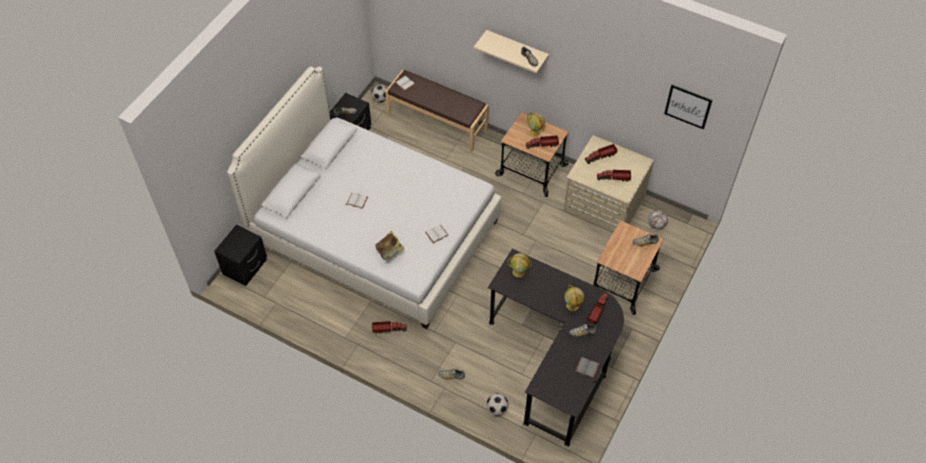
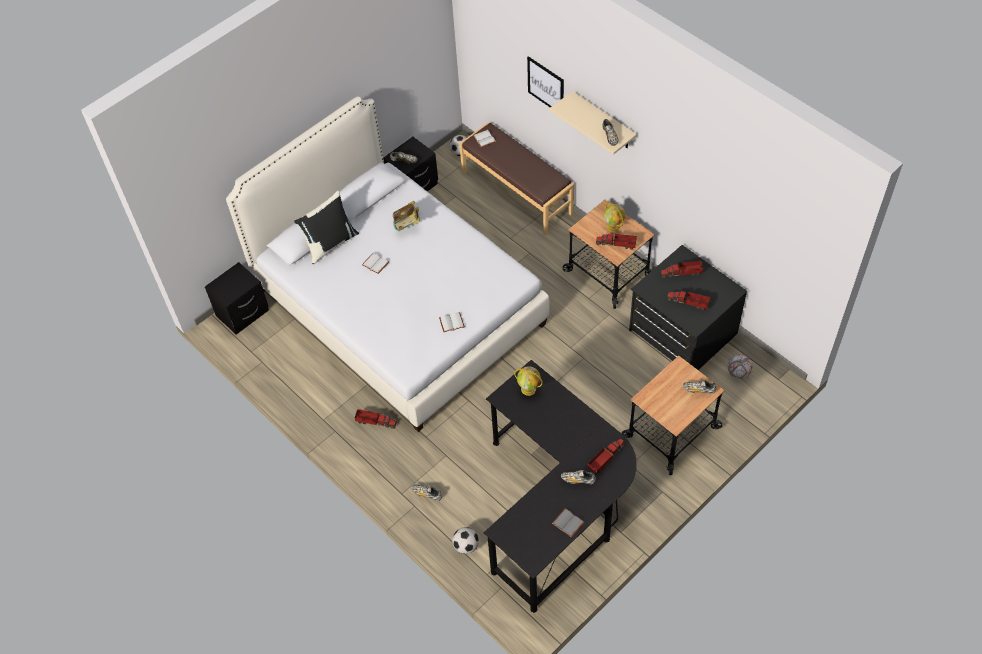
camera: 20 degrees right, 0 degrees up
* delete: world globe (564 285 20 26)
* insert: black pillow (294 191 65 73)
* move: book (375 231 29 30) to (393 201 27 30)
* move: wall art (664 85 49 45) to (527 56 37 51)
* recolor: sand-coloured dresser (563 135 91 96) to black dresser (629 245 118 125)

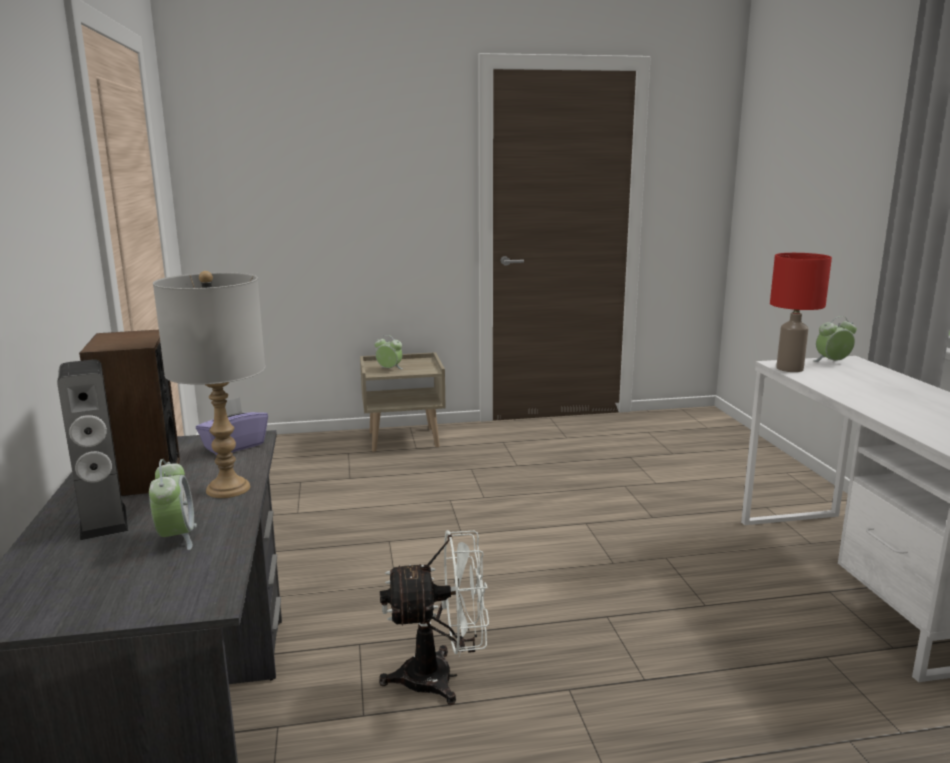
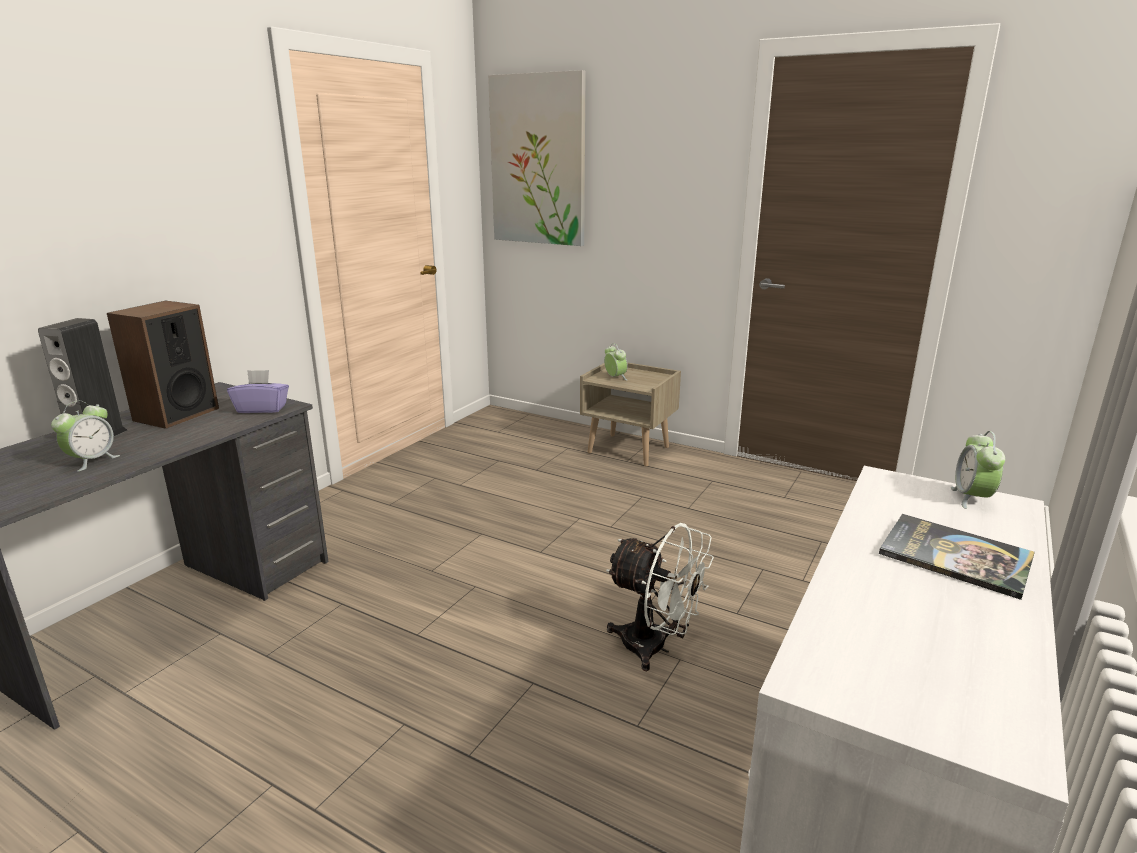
camera: 40 degrees right, 5 degrees up
* delete: greyish lamp for a table (153 271 112 227)
* delete: reddish lamp for a table (770 253 62 119)
* insert: wall art (488 70 98 176)
* insert: book (879 514 156 86)
* move: white electric fan (379 530 110 175) to (606 523 108 148)
* rotate: alarm clock (813 316 44 46) = (951 431 54 78) 105 degrees counterclockwise

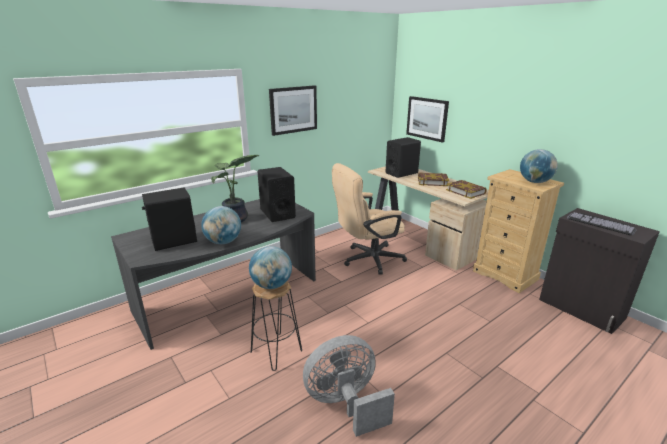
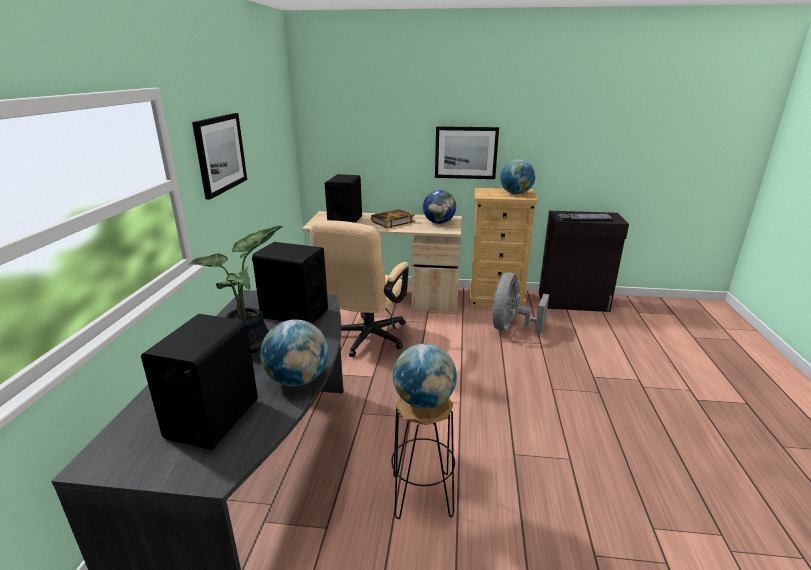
camera: 45 degrees left, 0 degrees up
* move: greyish electric fan (303 335 92 102) to (491 272 58 62)
* move: wall art (406 96 43 47) to (435 126 64 53)
* replace: book (446 180 41 19) to world globe (423 190 33 34)

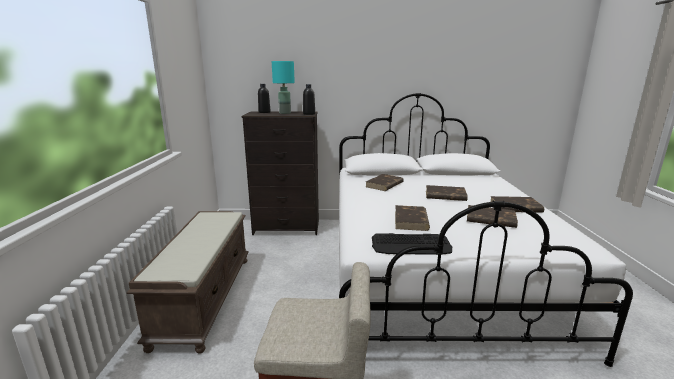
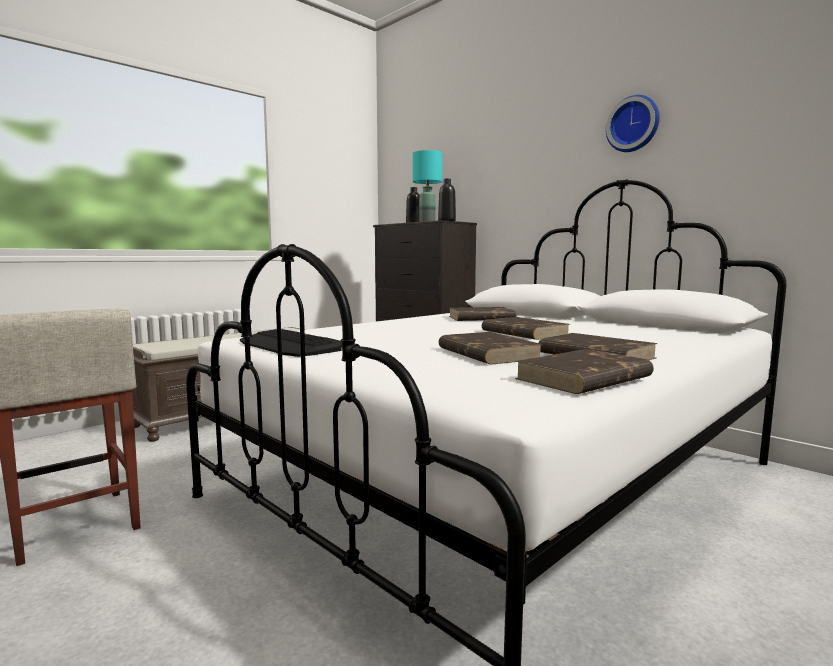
camera: 45 degrees right, 10 degrees down
* insert: wall clock (606 95 54 57)
* move: brown book (395 205 35 26) to (515 349 139 45)

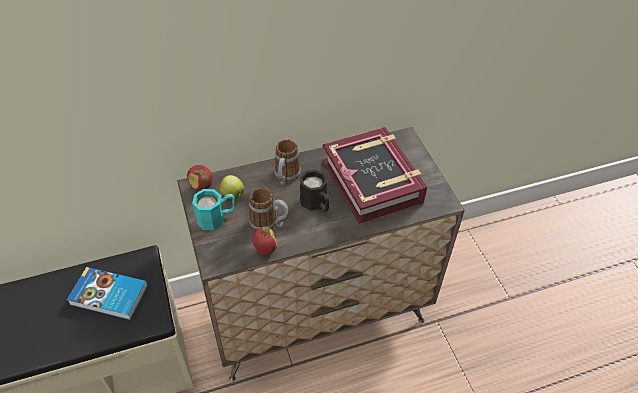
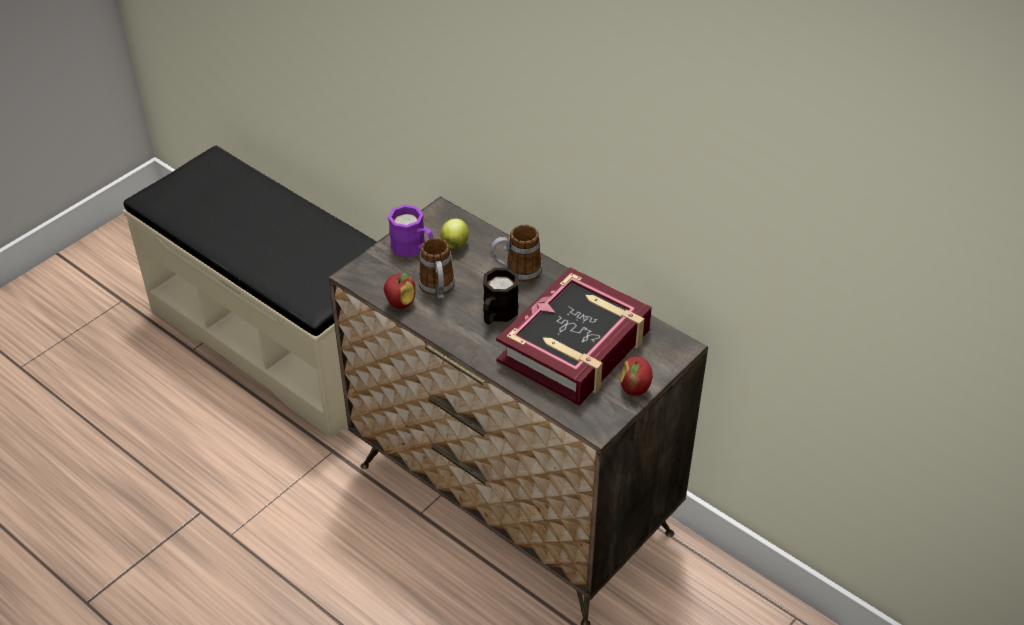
camera: 60 degrees right, 5 degrees down
* delete: book (67 267 81 53)
* move: apple (187 165 26 26) to (620 357 33 38)
* recolor: blue-green tea mug (192 189 43 41) to purple tea mug (388 204 45 53)

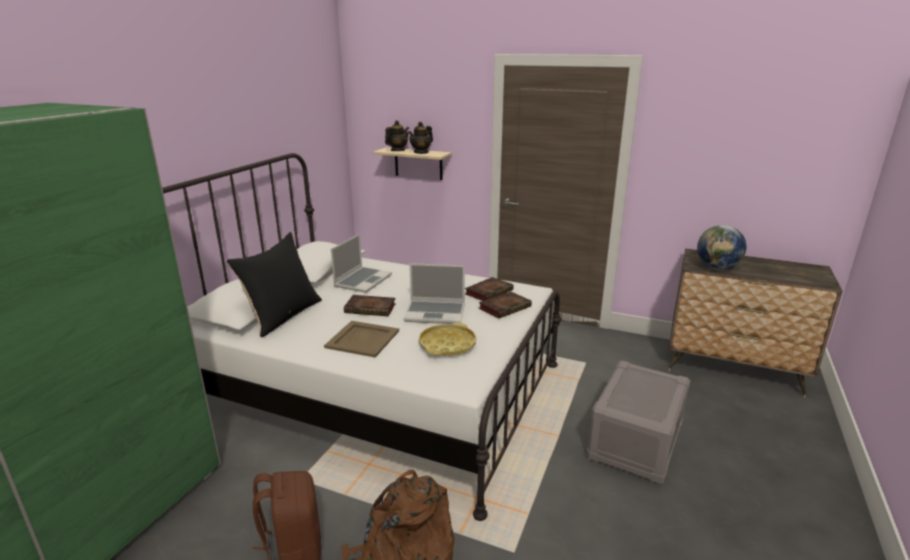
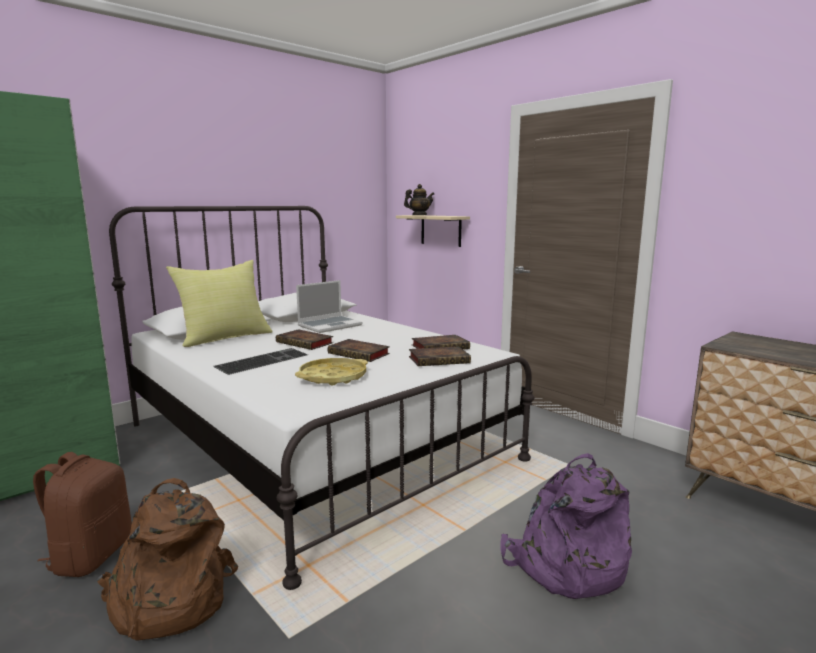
camera: 25 degrees right, 10 degrees down
* delete: teapot (408 122 25 32)
* delete: world globe (697 225 49 45)
* replace: sand-coloured tray (324 321 75 37) to computer keyboard (213 348 95 27)
* replace: notebook computer (403 263 62 61) to book (328 339 62 23)
* replace: greyish storage box (586 360 104 124) to purple backpack (500 453 132 146)
* recolor: black pillow (226 232 96 105) to yellow-coloured pillow (166 260 107 87)

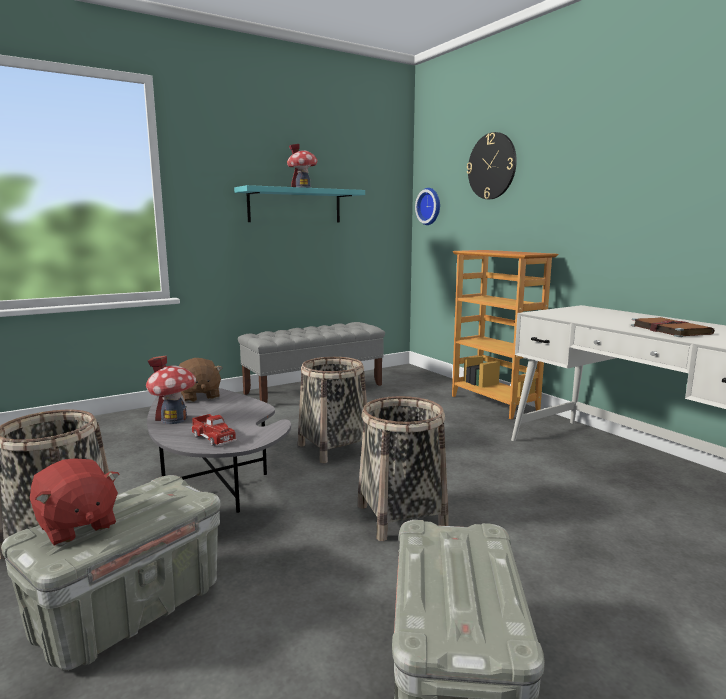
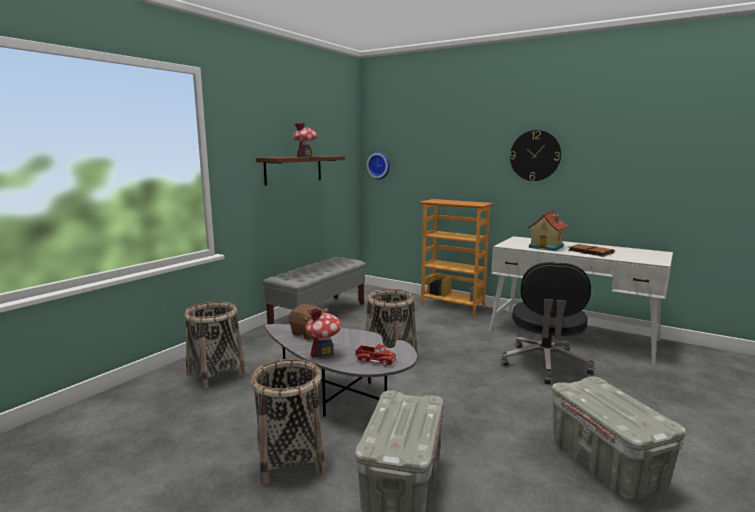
camera: 25 degrees left, 0 degrees up
* delete: reddish plush toy (30 458 89 87)
* insert: black desk chair (501 262 94 123)
* insert: model house (527 211 41 40)
* move: household basket (358 396 91 145) to (184 301 62 88)
* move: wall clock (467 132 50 67) to (510 130 51 51)
* recolor: blue-green wall shelf (234 185 131 37) to brown wall shelf (256 156 89 30)

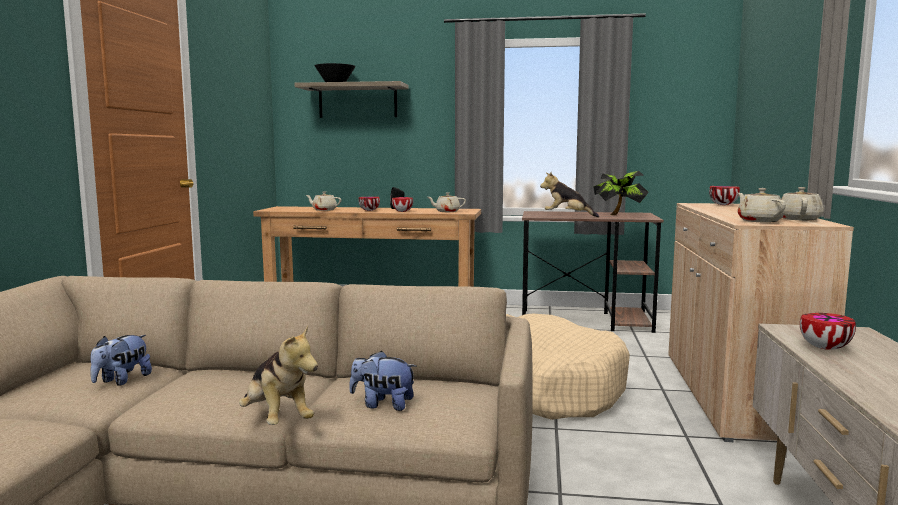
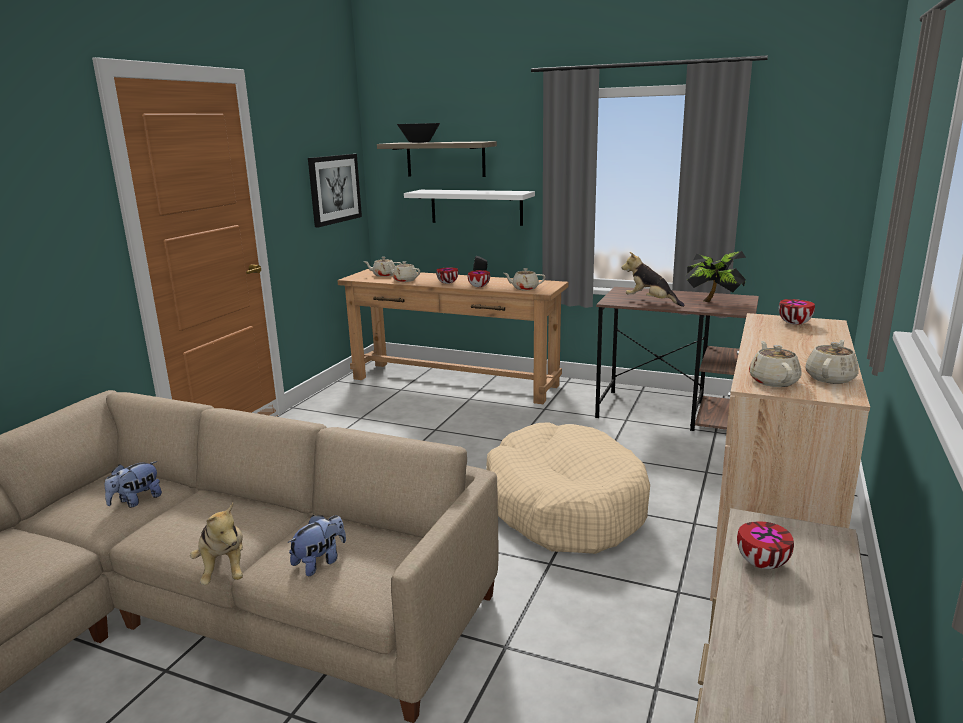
camera: 15 degrees right, 10 degrees up
* insert: wall art (308 154 54 73)
* insert: sand-coloured teapot (363 257 39 20)
* insert: white wall shelf (404 190 131 36)
* rotate: plush toy (349 351 68 60) = (288 515 58 61) 105 degrees clockwise

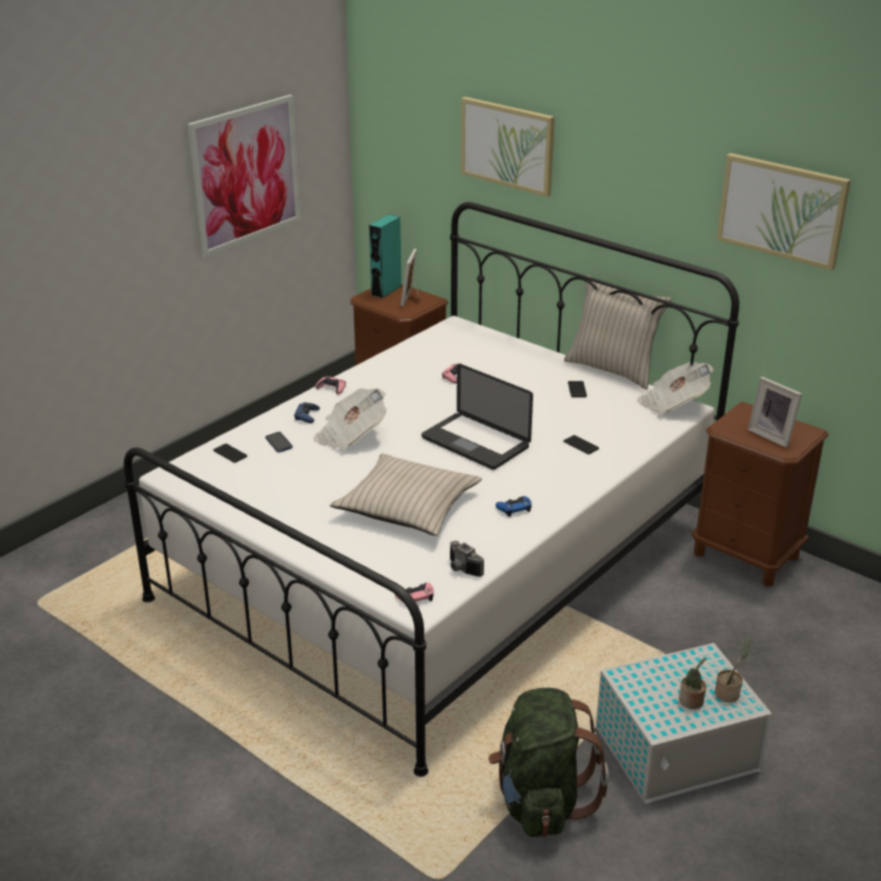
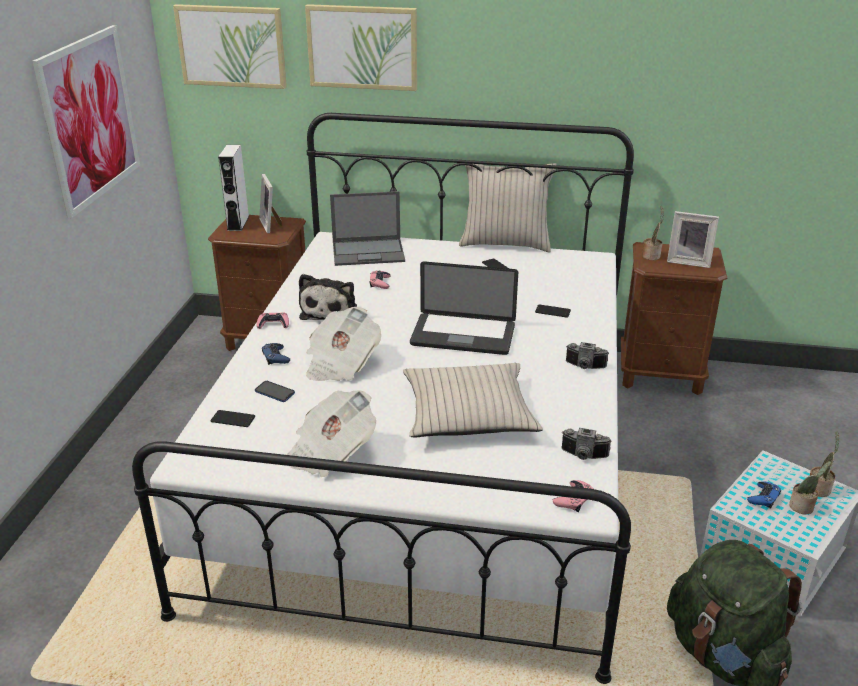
camera: 30 degrees left, 0 degrees up
* insert: plush toy (299 274 58 46)
* insert: notebook computer (330 191 75 75)
* insert: still camera (566 342 43 27)
* insert: potted plant (642 205 22 55)
* move: blue-coloured game controller (496 496 36 21) to (747 481 34 28)
* move: newspaper (637 361 77 54) to (287 390 89 87)
* move: wall art (717 153 134 118) to (173 4 114 85)
* recolor: blue-green audio speaker (369 214 33 85) to white audio speaker (218 145 31 86)

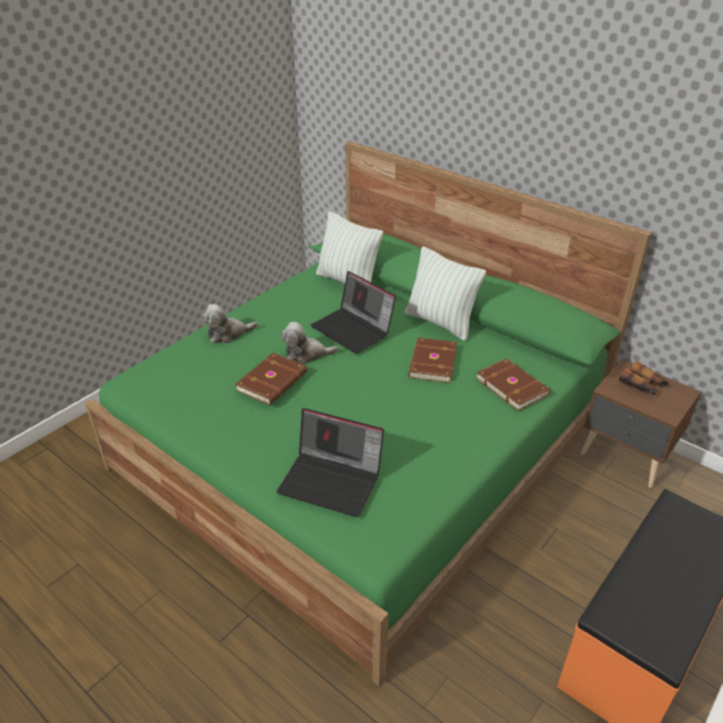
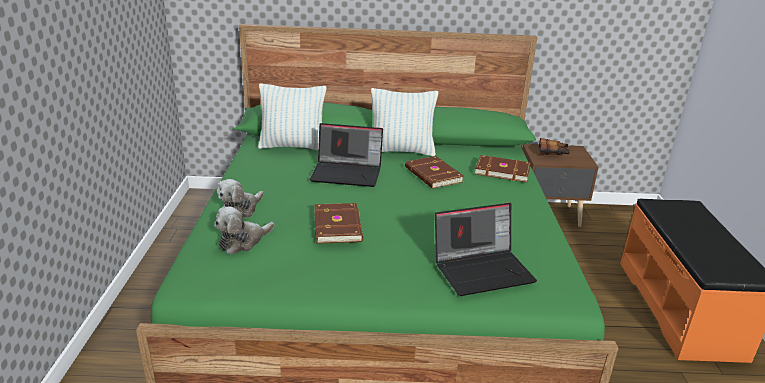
camera: 40 degrees left, 10 degrees down
* move: plush toy (281 322 57 43) to (214 207 61 47)

